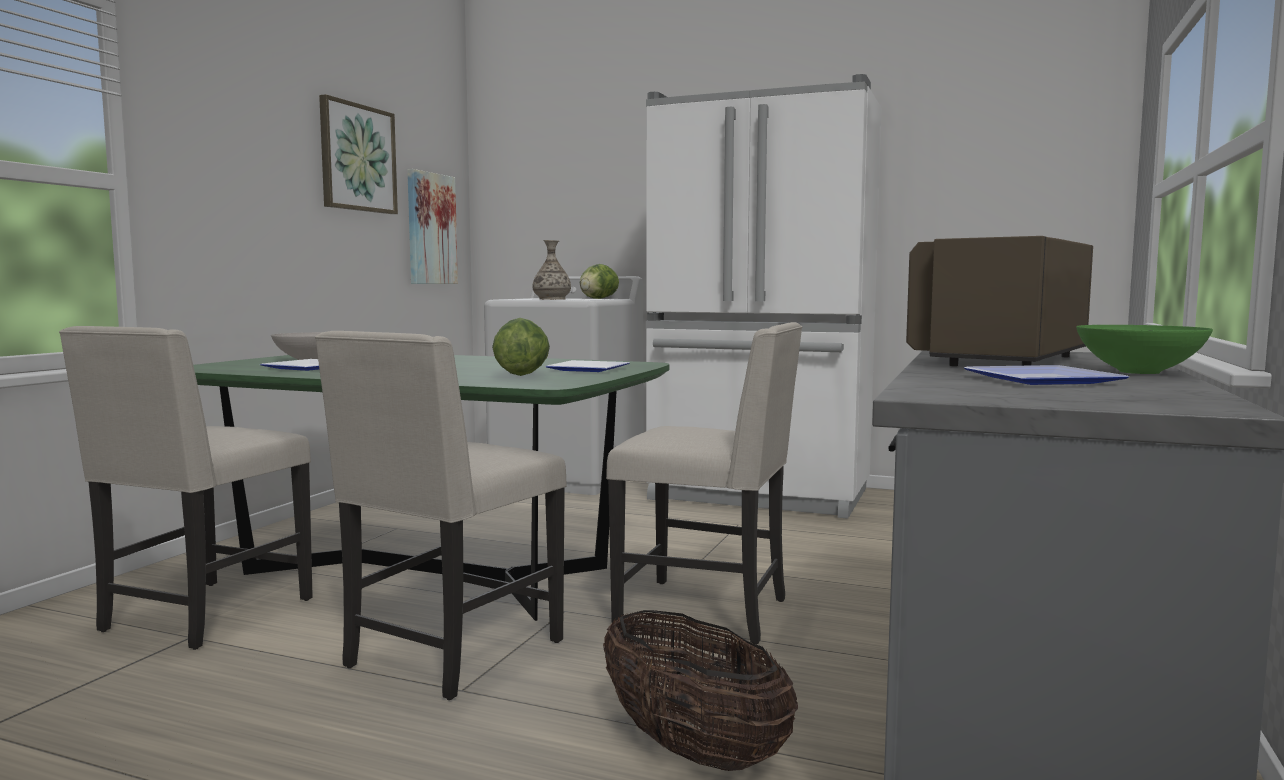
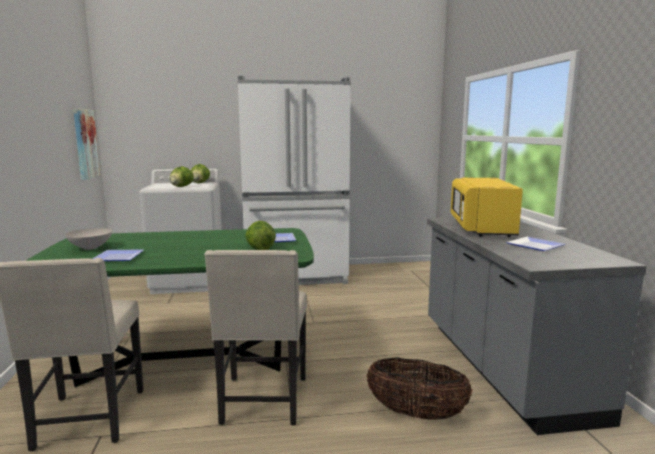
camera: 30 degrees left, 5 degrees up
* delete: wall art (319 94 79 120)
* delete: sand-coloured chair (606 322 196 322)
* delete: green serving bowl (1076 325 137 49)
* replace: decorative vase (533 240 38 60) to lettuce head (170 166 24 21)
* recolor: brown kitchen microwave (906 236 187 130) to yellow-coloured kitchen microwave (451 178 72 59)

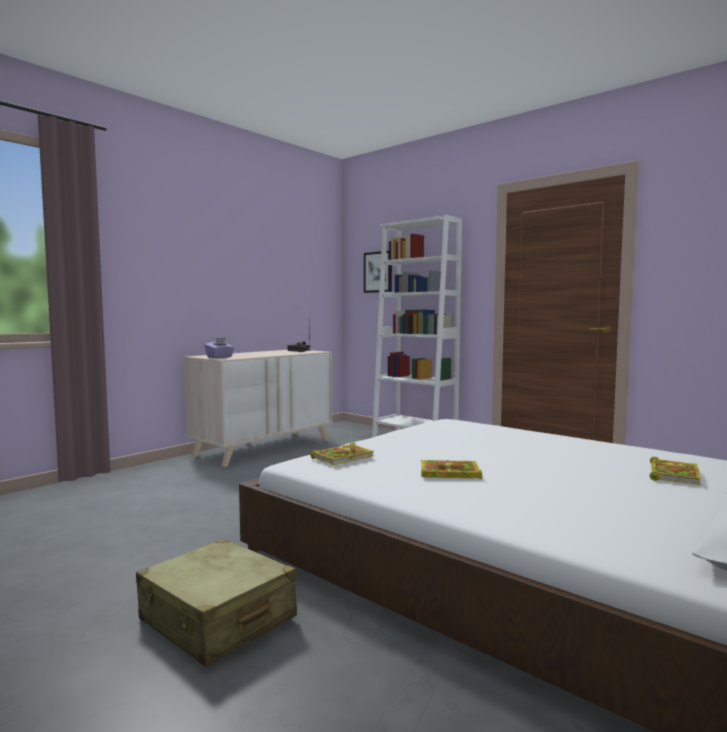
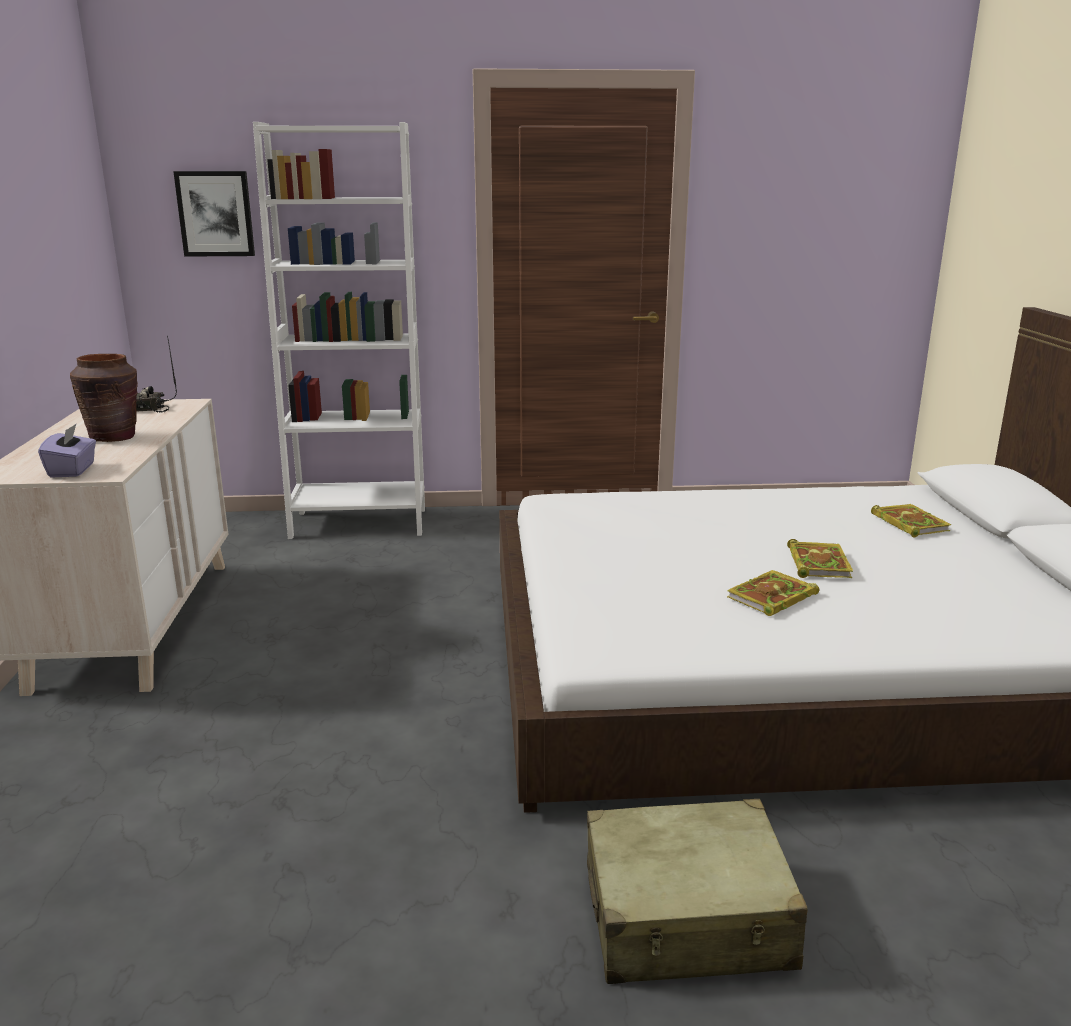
camera: 45 degrees left, 15 degrees up
* insert: brown decorative vase (70 354 68 88)
* move: book (310 442 64 23) to (787 539 66 39)

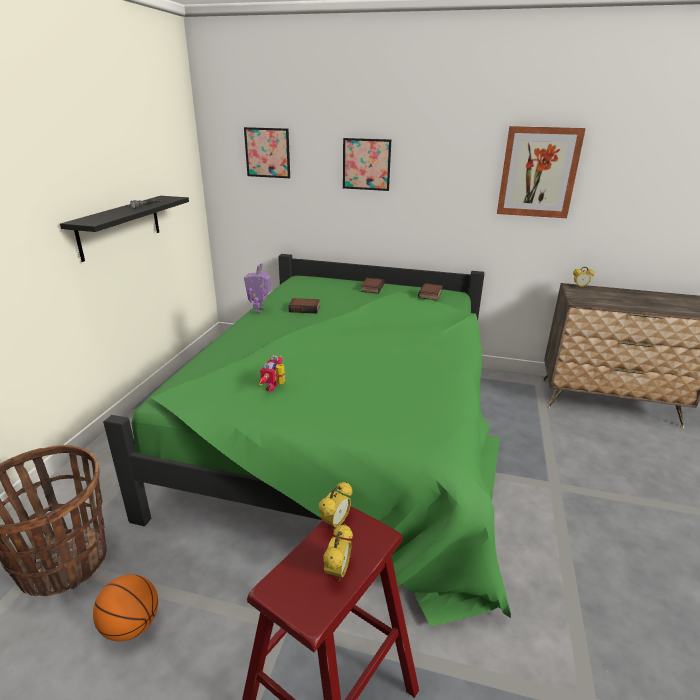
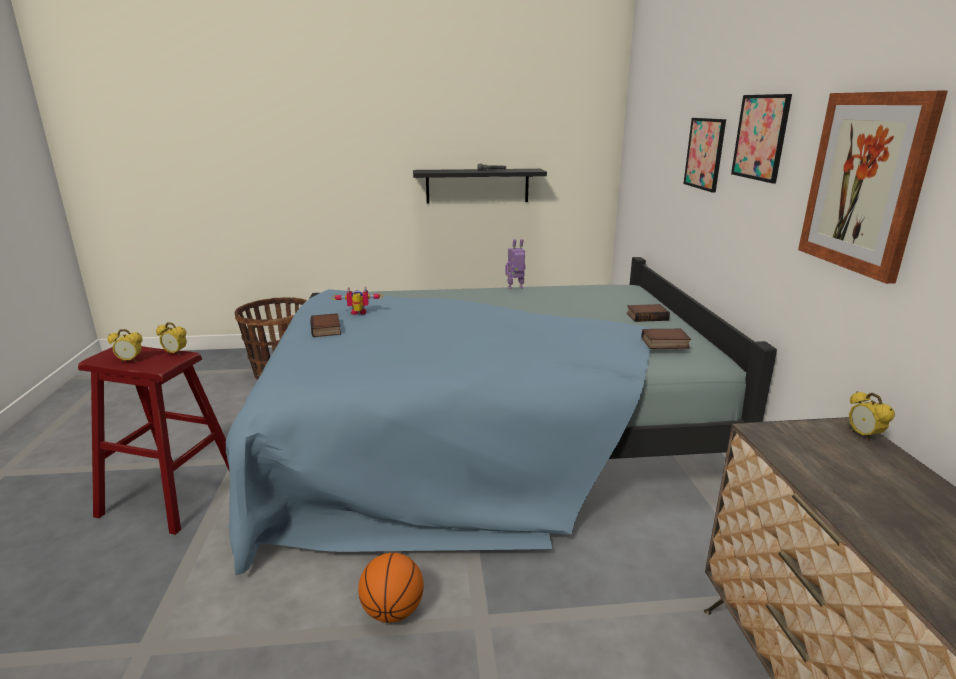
camera: 70 degrees right, 5 degrees down
* move: ball for basketball (93 574 65 67) to (358 553 66 70)
* move: wall art (244 127 46 51) to (731 94 61 89)
* move: book (288 298 32 16) to (310 313 31 24)
* recolor: green bed (103 254 408 373) to blue-coloured bed (226 257 551 318)

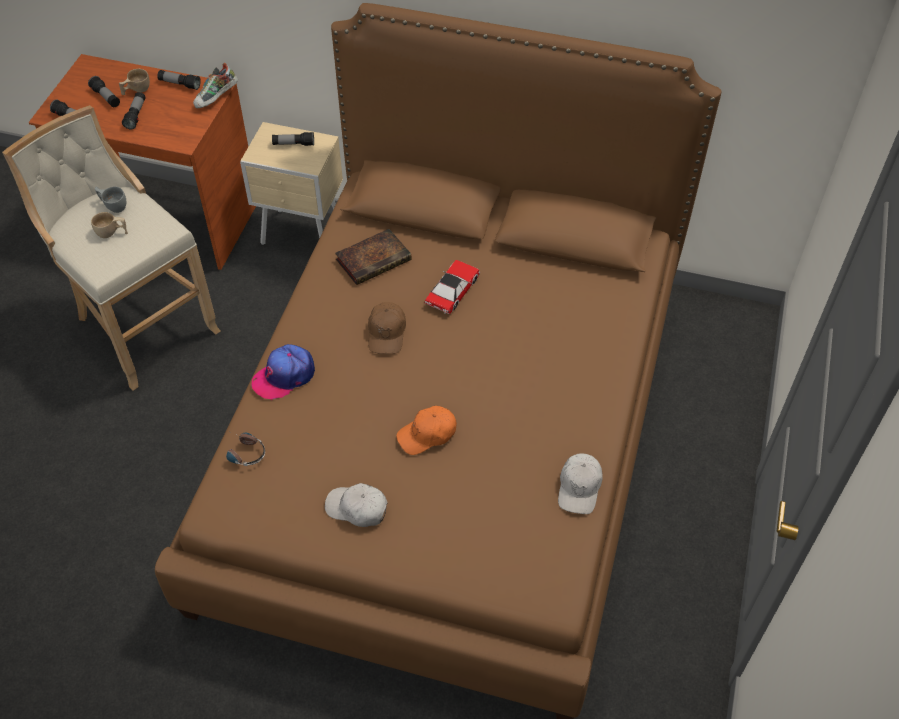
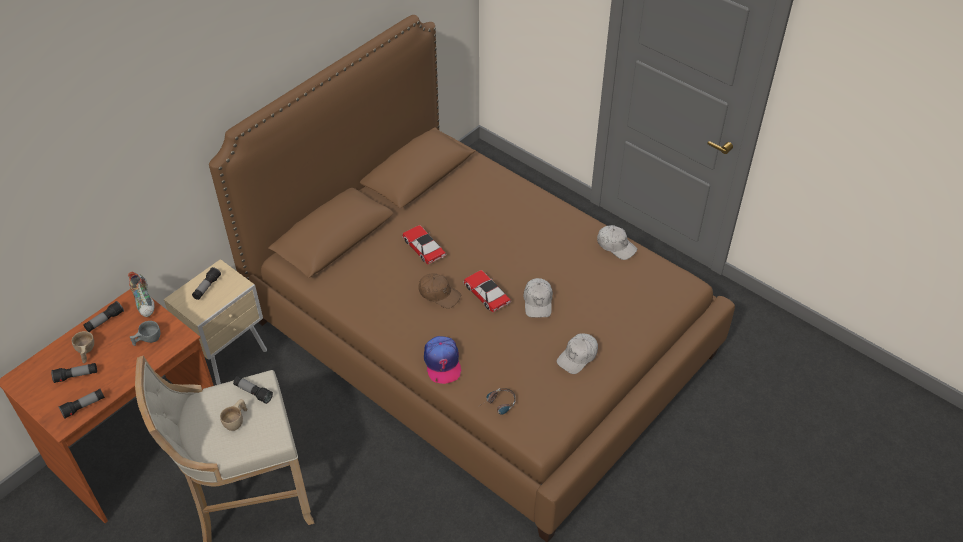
camera: 65 degrees left, 5 degrees down
* delete: book (335 229 77 56)
* insert: toy car (463 270 48 42)
* move: greyish small cup (95 187 31 26) to (130 321 30 25)
* move: torch (122 92 24 37) to (233 376 40 28)
* recolor: orange baseball cap (396 406 61 49) to white baseball cap (523 278 30 40)

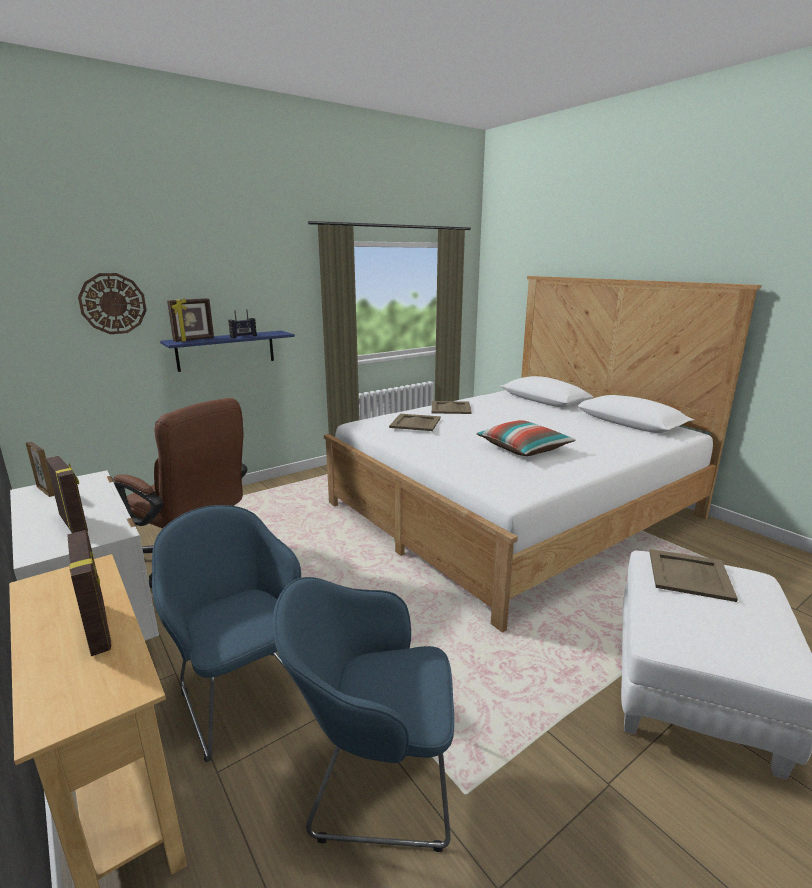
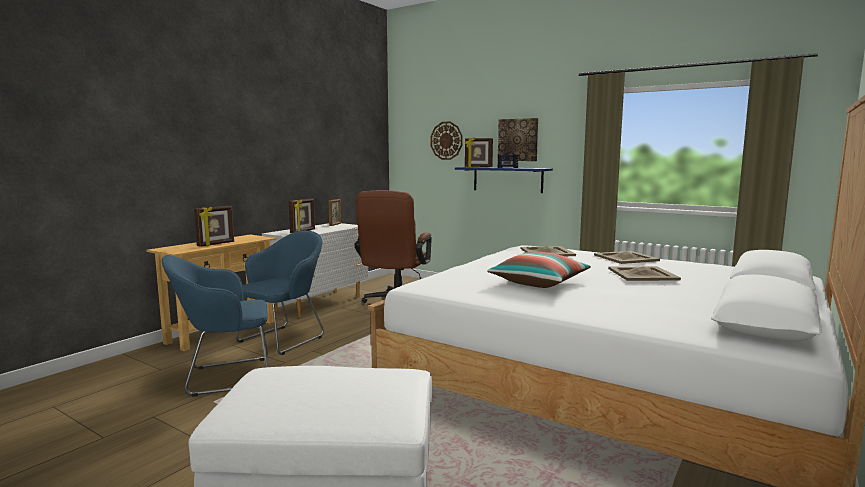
camera: 70 degrees right, 10 degrees down
* insert: wall art (498 118 40 43)
* move: sand-coloured tray (649 549 89 53) to (608 266 73 15)
* rotate: blue-coloured easy chair (273 577 181 275) = (162 255 106 142) 90 degrees counterclockwise

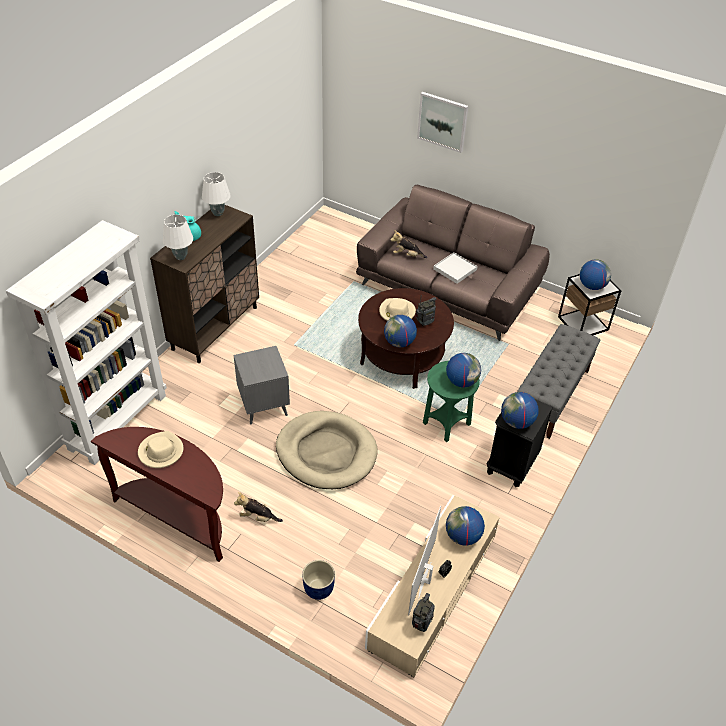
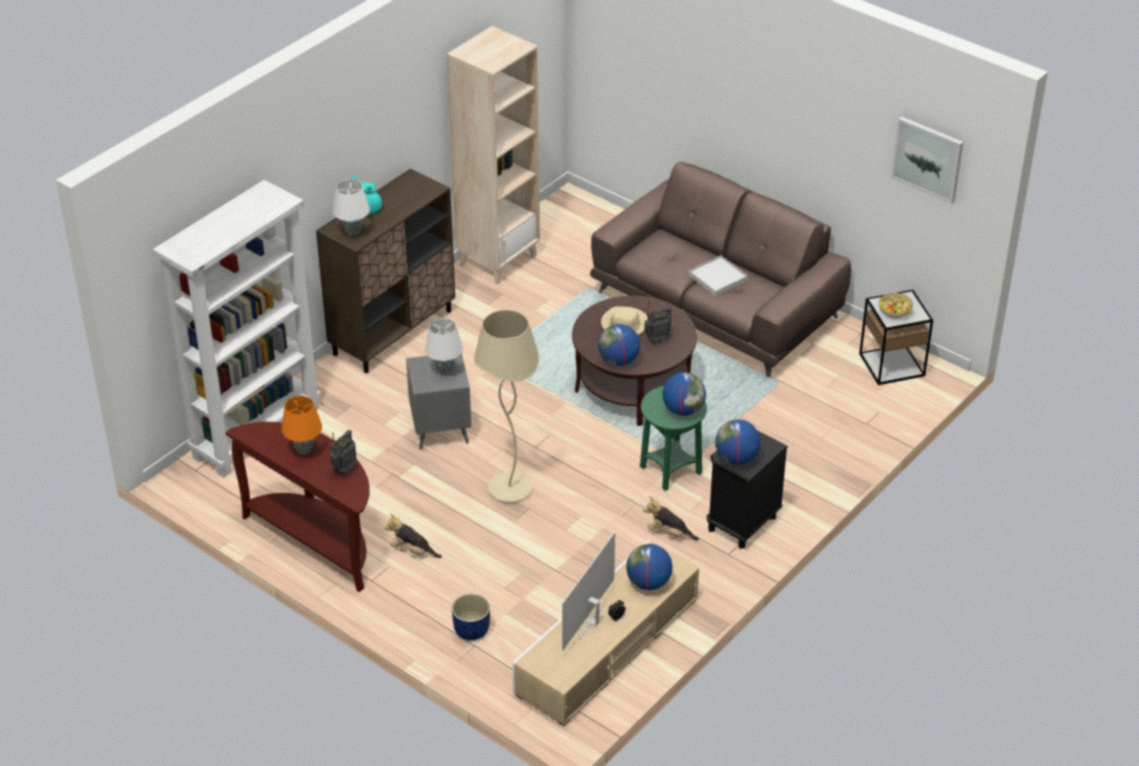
camera: 10 degrees right, 5 degrees down
* delete: greyish long seat (517 324 83 115)
* insert: sand-coloured shelving unit (447 26 93 259)
* move: white lamp for a table (202 172 28 44) to (425 318 38 56)
* move: plush toy (390 230 37 28) to (643 496 56 44)
* move: radio set (412 593 23 39) to (330 430 27 46)
* move: wall art (417 92 51 61) to (891 116 72 88)
* replace: sand-coloured hat (138 431 45 37) to orange lamp for a table (281 396 41 59)
* replace: sand-coloured dog bed (276 411 102 78) to sand-coloured floor lamp (474 310 65 193)
* replace: world globe (580 259 31 31) to serving bowl (879 293 34 26)

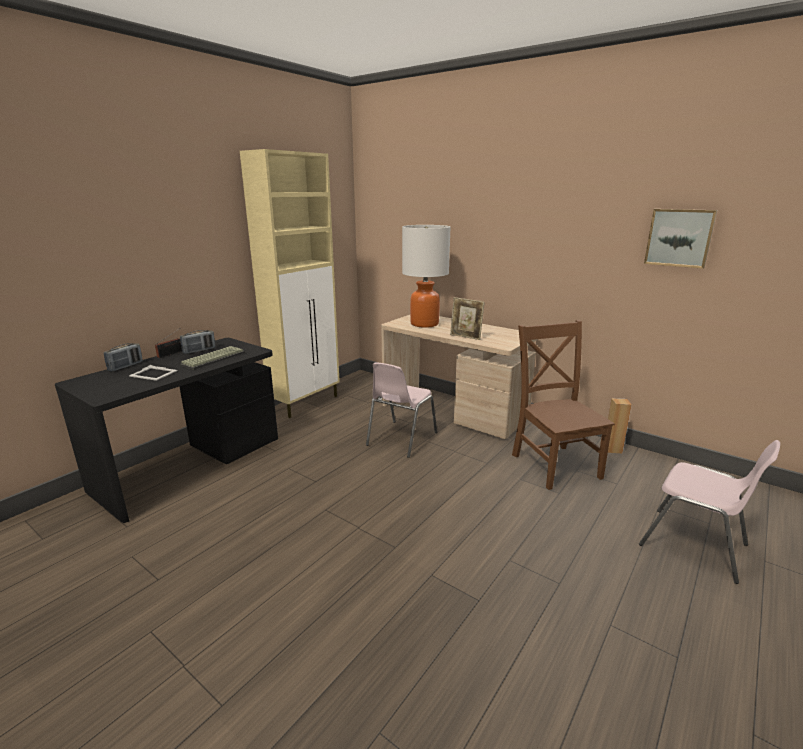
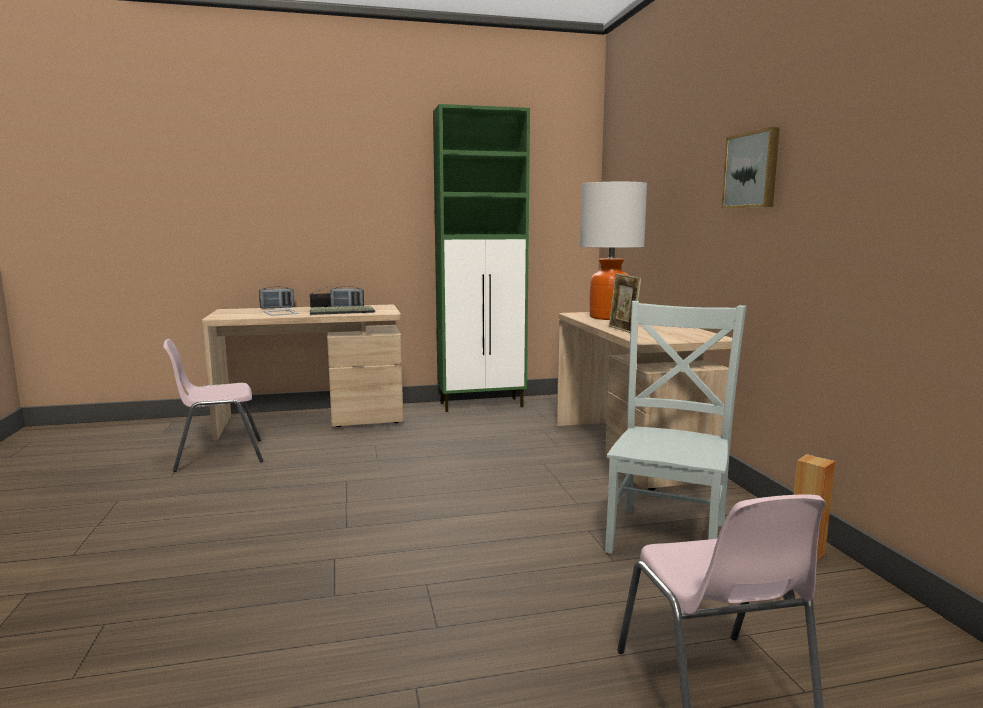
camera: 40 degrees right, 10 degrees down
* move: pink chair (366 362 71 96) to (163 339 101 133)
* move: wall art (644 209 73 60) to (722 127 58 82)
* recolor: black desk (55 338 223 185) to sand-coloured desk (202 305 201 136)
* recolor: sand-coloured cabinet (240 149 100 269) to green cabinet (433 104 97 308)
* recolor: brown chair (512 320 103 170) to greyish chair (605 301 141 253)

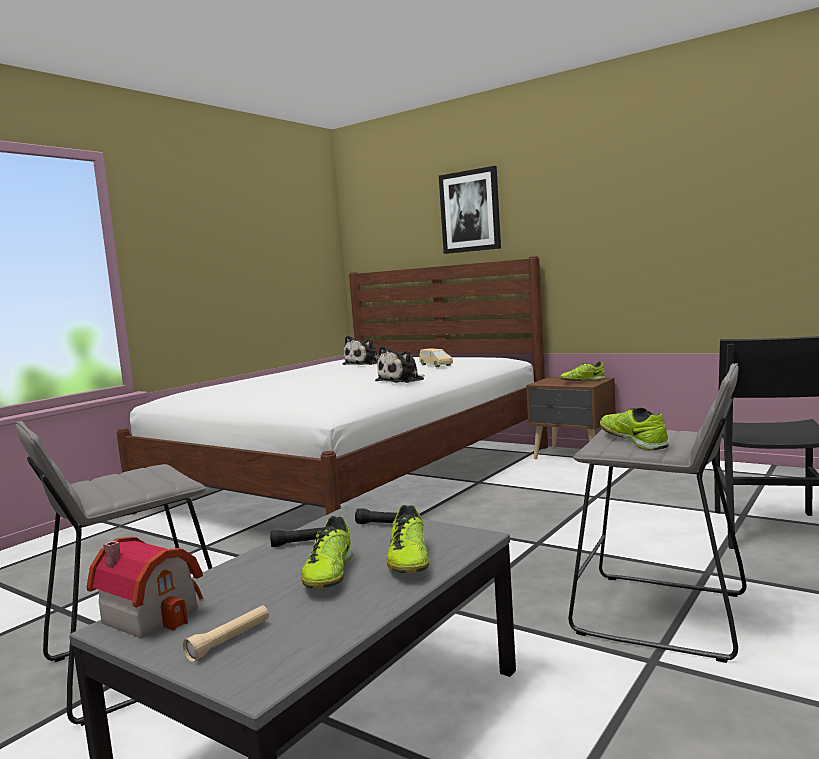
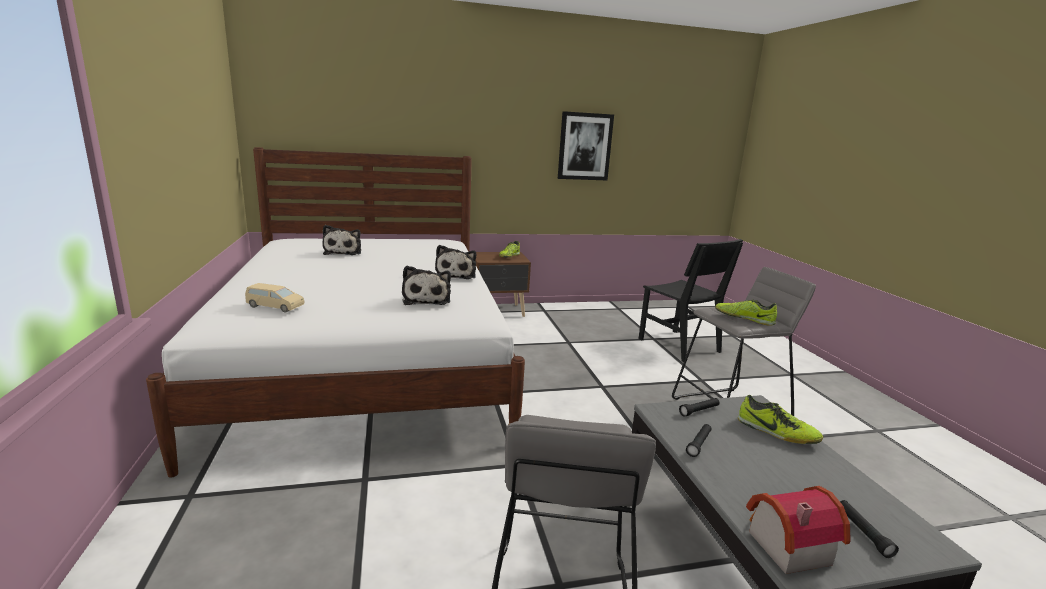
camera: 50 degrees left, 10 degrees up
* delete: shoe (301 516 52 72)
* insert: plush toy (402 266 49 39)
* move: sand-coloured toy car (419 348 34 19) to (245 283 60 29)
* move: wall art (439 166 62 88) to (558 111 56 69)
* recolor: sand-coloured torch (183 605 86 57) to black torch (840 500 59 58)

